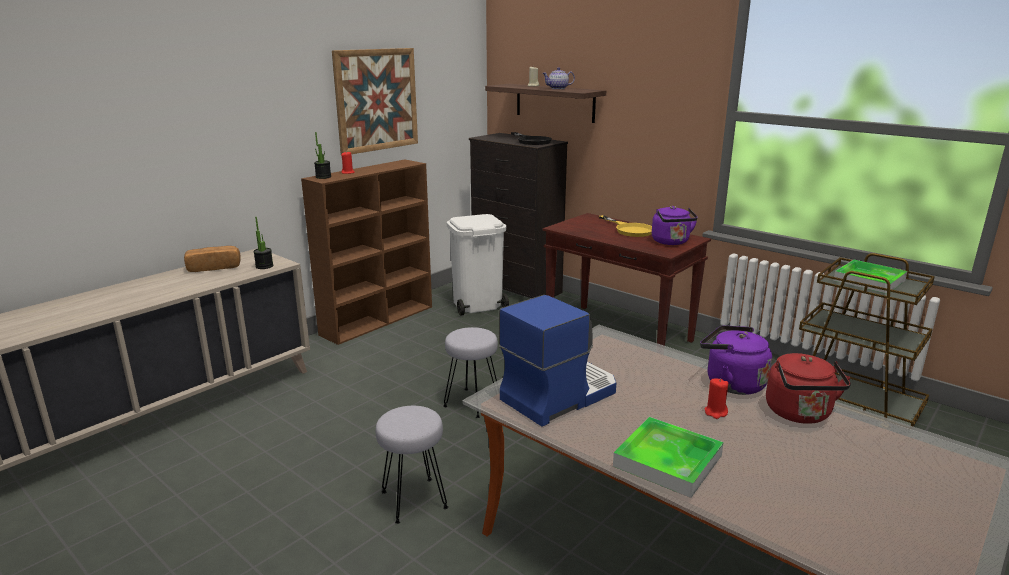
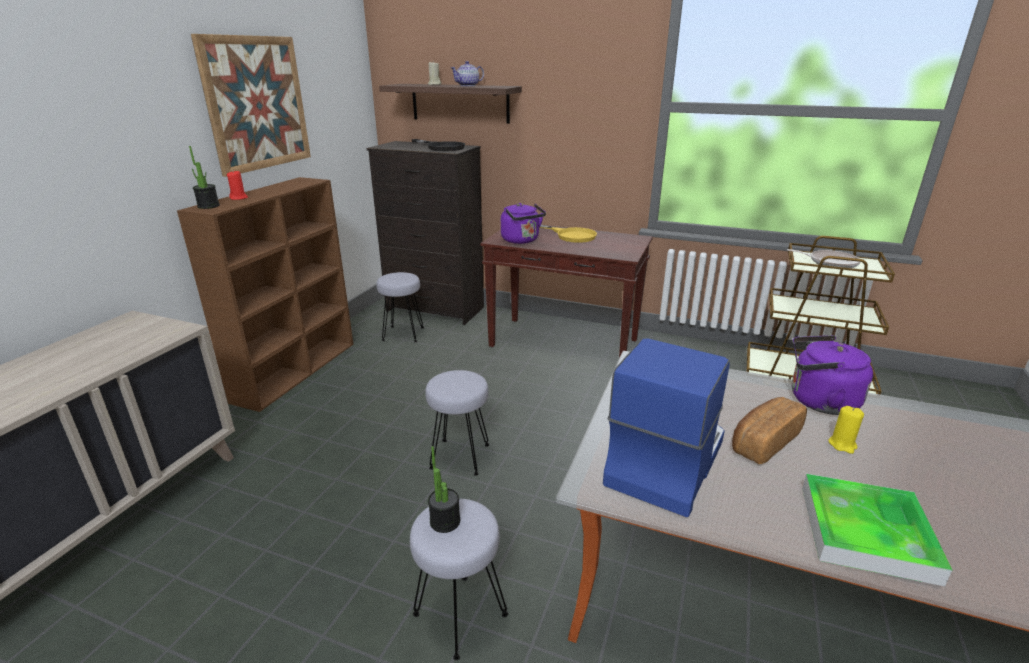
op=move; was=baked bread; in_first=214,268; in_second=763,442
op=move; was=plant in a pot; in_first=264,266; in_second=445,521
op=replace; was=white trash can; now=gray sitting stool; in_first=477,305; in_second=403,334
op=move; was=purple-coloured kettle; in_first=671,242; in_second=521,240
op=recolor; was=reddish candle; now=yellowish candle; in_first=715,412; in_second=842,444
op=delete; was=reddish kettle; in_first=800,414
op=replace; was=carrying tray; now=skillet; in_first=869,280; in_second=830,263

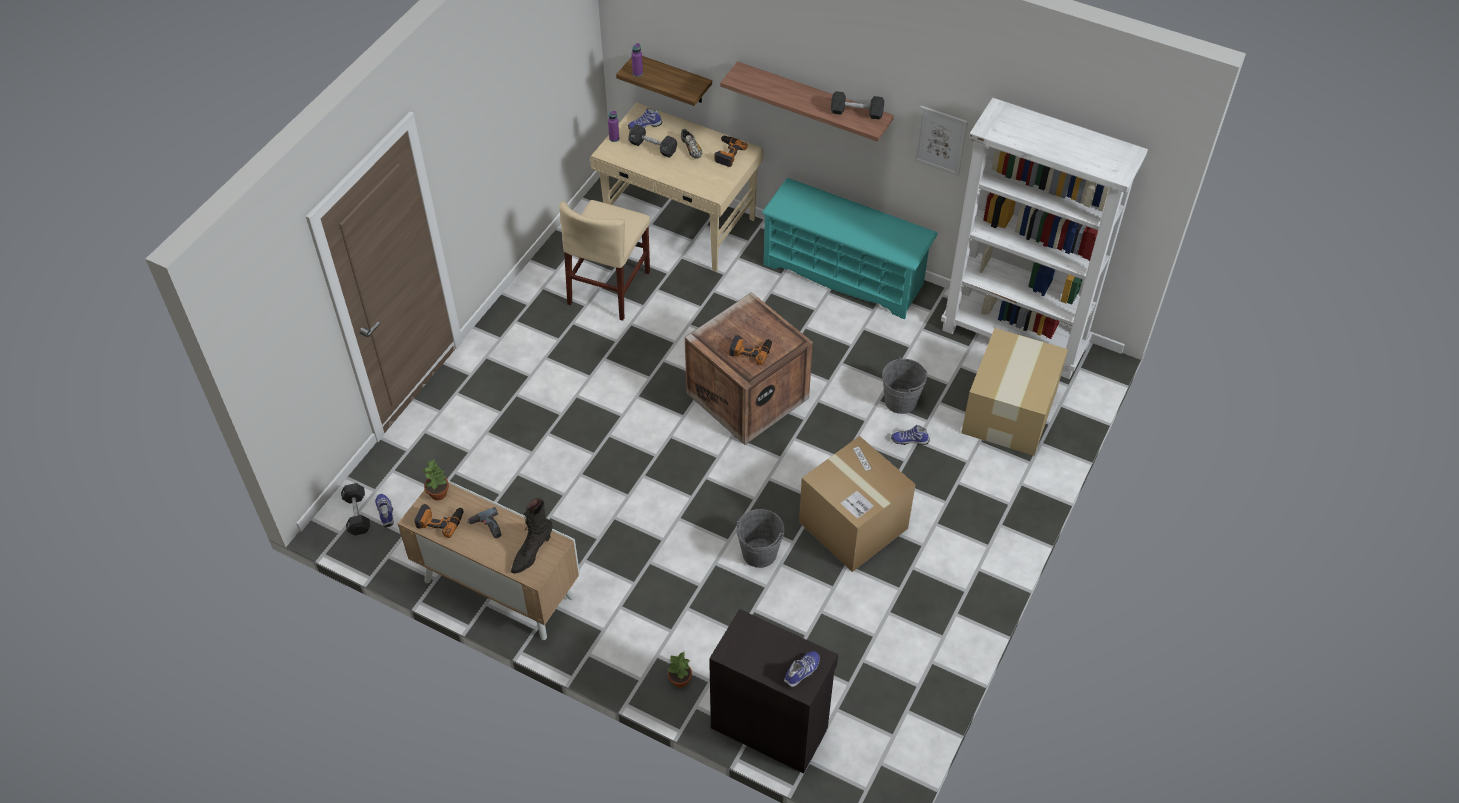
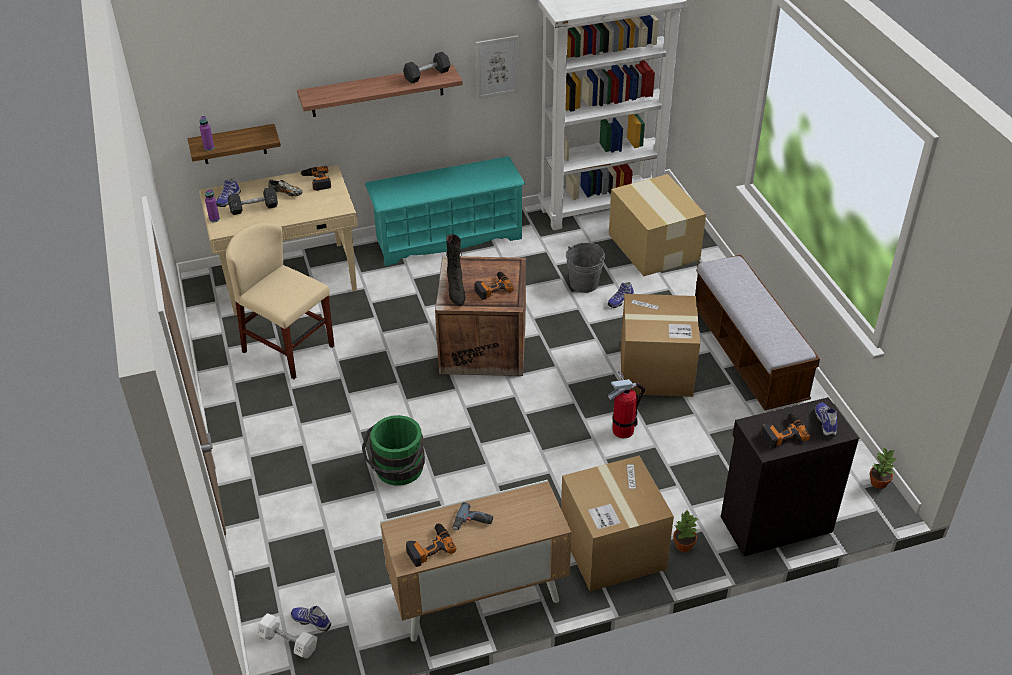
op=recolor; was=black free weight; now=white free weight; in_first=357,514; in_second=288,642
op=move; was=plant in a pot; in_first=439,493; in_second=879,482
op=move; was=black high-top boot; in_first=532,553; in_second=456,291
op=rotate; was=beige-coloured upright chair; in_first=609,288; in_second=288,349; clockwise=150
op=replace; was=gray pail; now=fire-fighting cylinder; in_first=759,553; in_second=623,430
op=insert; now=green-coloured pail; in_second=397,471
op=insert; now=packing box; in_second=612,548
op=insert; now=bench; in_second=747,354
op=insert; now=electric drill; in_second=782,433

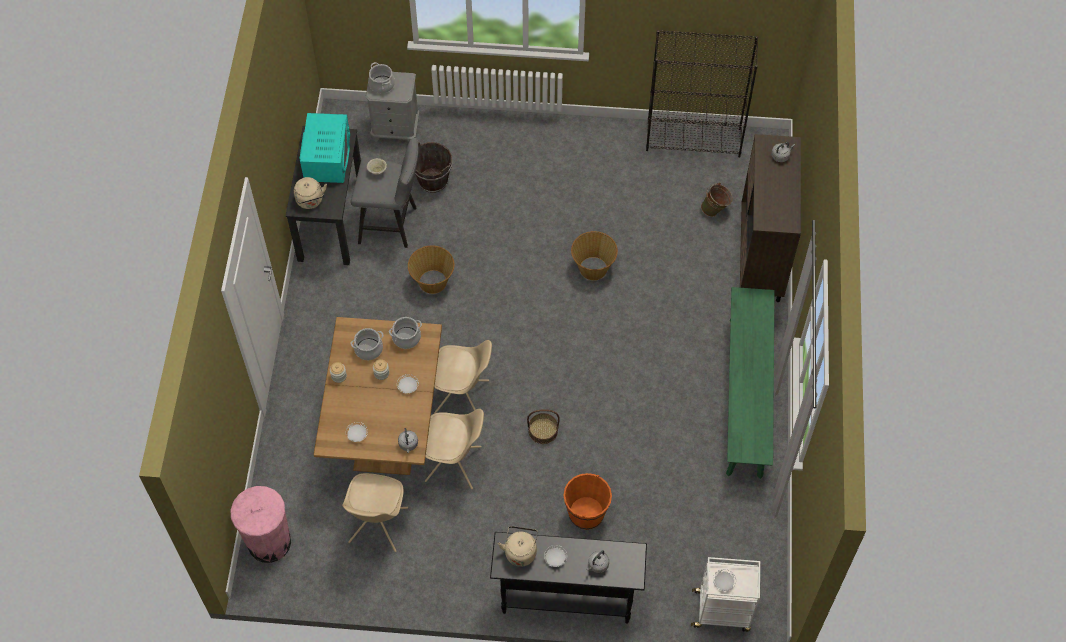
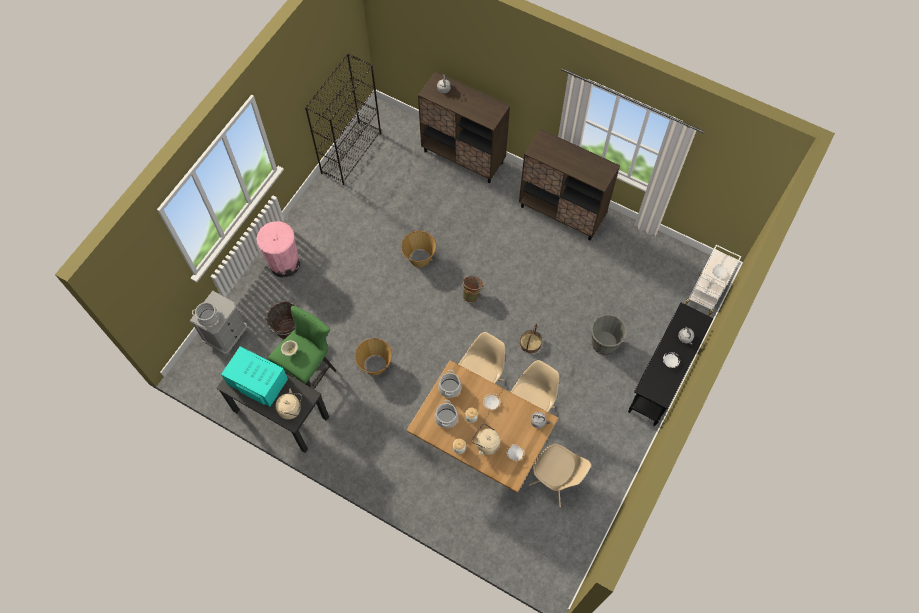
op=move; was=pinkish trash can; in_first=269,542; in_second=285,264
op=recolor; was=gray sitting stool; now=green-coloured sitting stool; in_first=392,225; in_second=311,372
op=move; was=beige-coloured kettle; in_first=520,551; in_second=486,443
op=recolor; was=orange-coloured pail; now=gray pail; in_first=586,513; in_second=604,343
op=move; was=green-coloured pail; in_first=715,210; in_second=472,294
op=replace; was=green-coloured bench; now=brownish cabinet; in_first=745,396; in_second=562,213

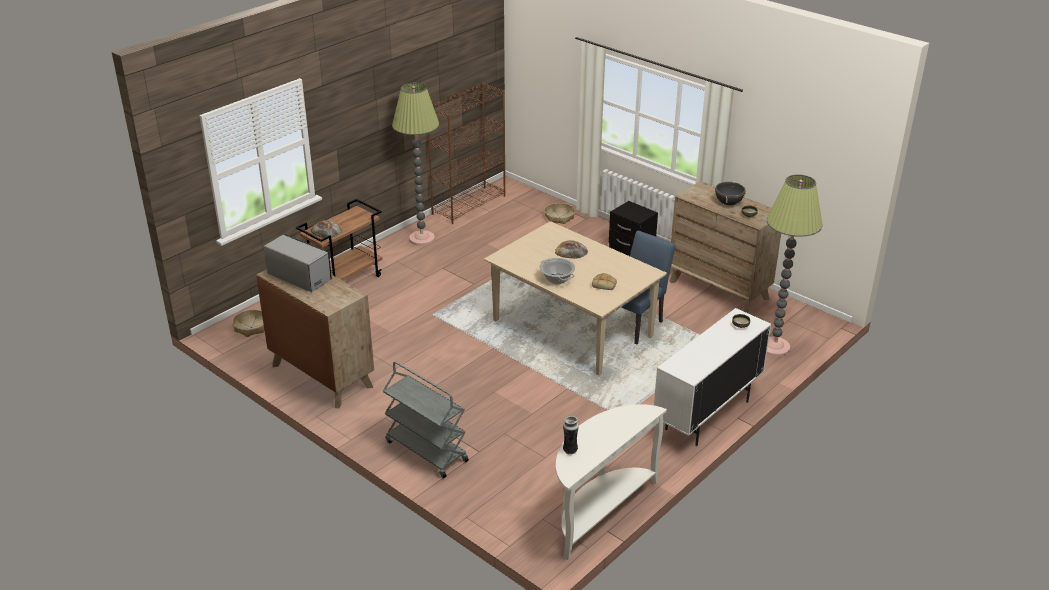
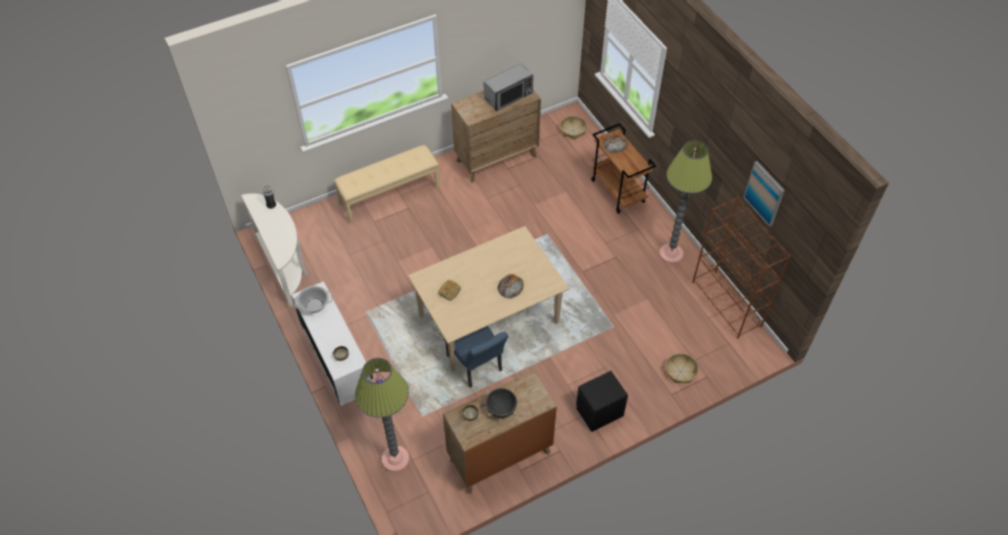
op=replace; was=gray wheeled cart; now=beige-coloured bench; in_first=425,451; in_second=389,195
op=move; was=stockpot; in_first=556,279; in_second=315,305
op=insert; now=wall art; in_second=764,193

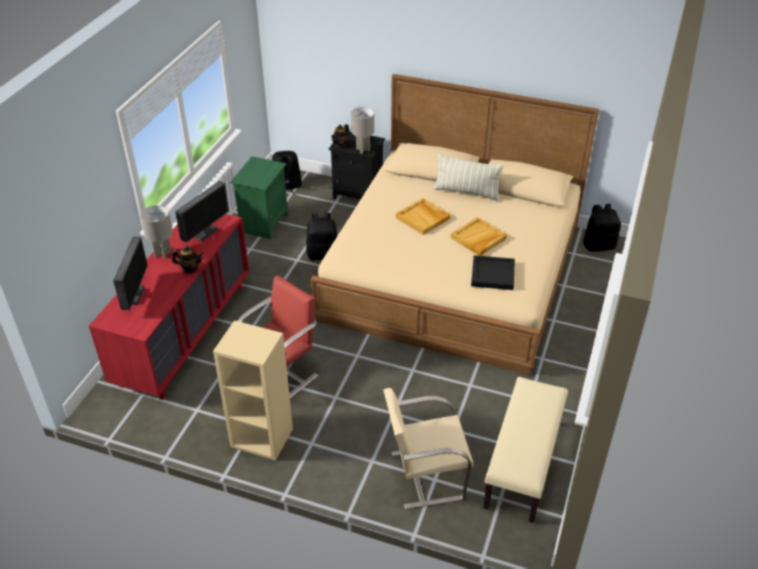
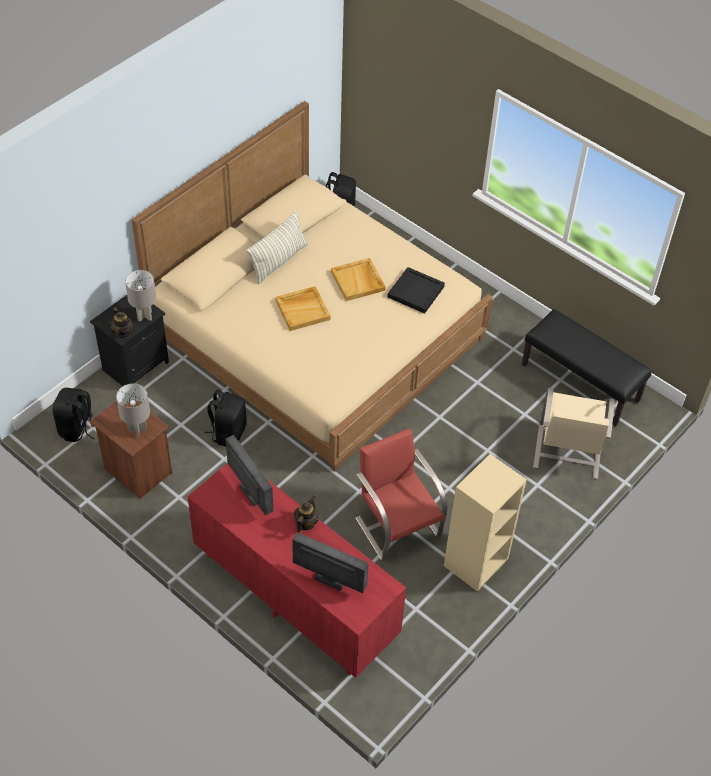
op=move; was=gray lamp for a table; in_first=163,254; in_second=138,430
op=recolor; was=green-coloured nightstand; now=brownish nightstand; in_first=263,223; in_second=137,471
op=recolor; was=beige-coloured bench; now=black bench; in_first=523,465; in_second=581,382

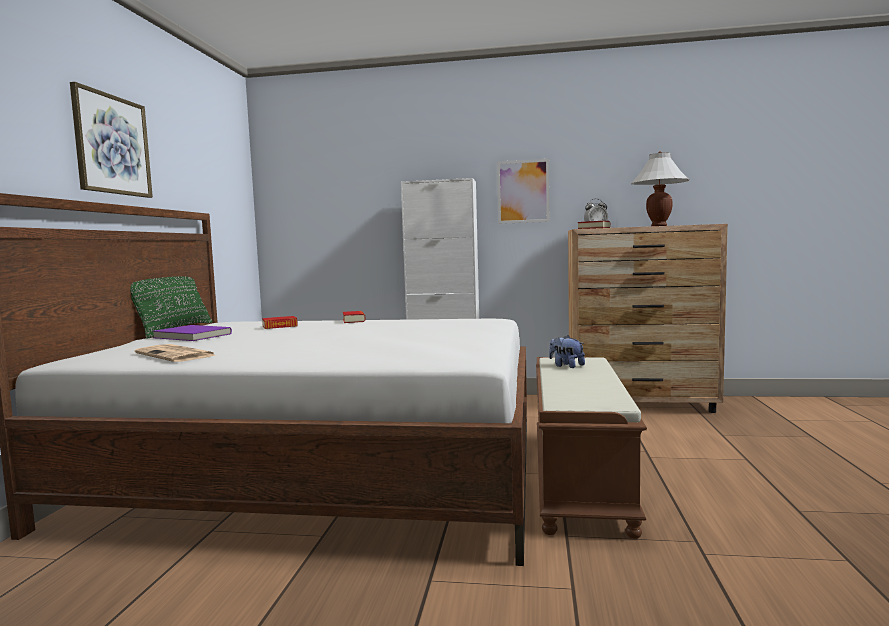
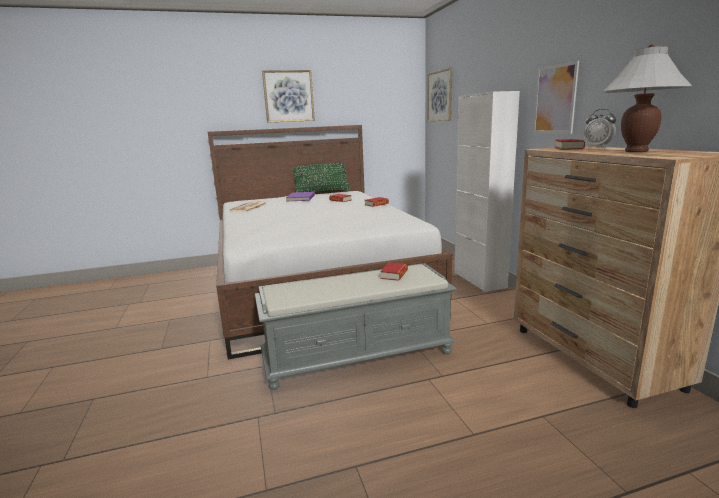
op=recolor; was=brownish bench; now=gray bench; in_first=577,477; in_second=358,355
op=replace; was=cuddly toy; now=book; in_first=566,366; in_second=394,274
op=insert; now=wall art; in_second=440,96

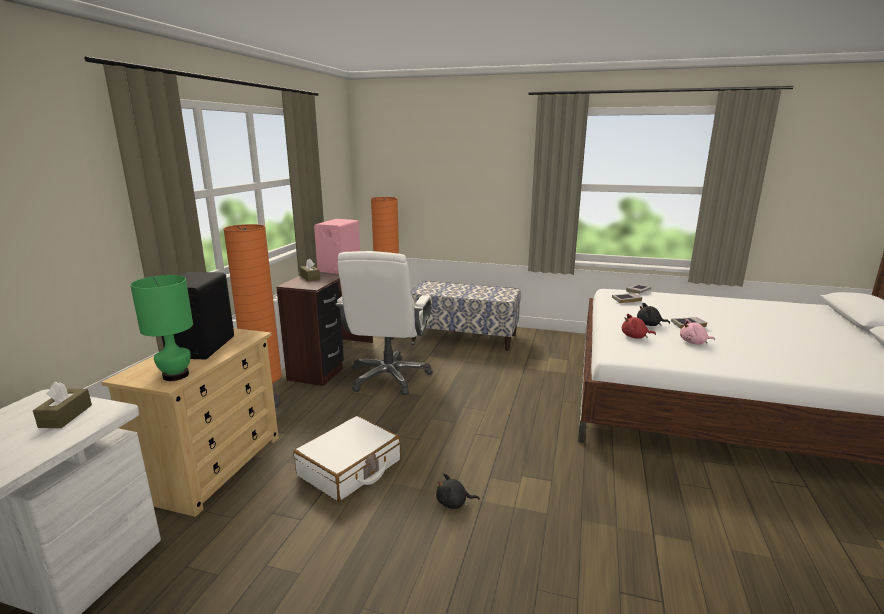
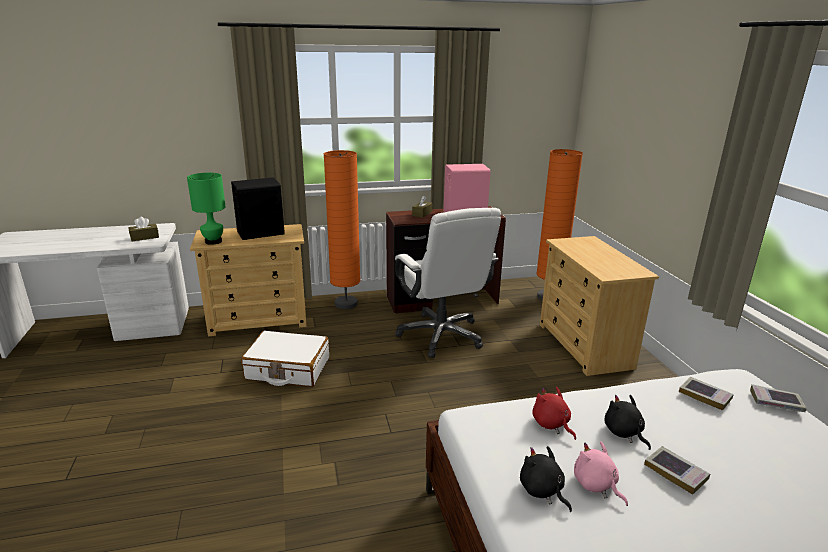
op=rotate; was=white computer chair; in_first=389,377; in_second=441,335; clockwise=-90
op=replace; was=bench; now=beige-coloured dresser; in_first=464,337; in_second=584,346
op=move; was=black cuddly toy; in_first=454,503; in_second=542,491

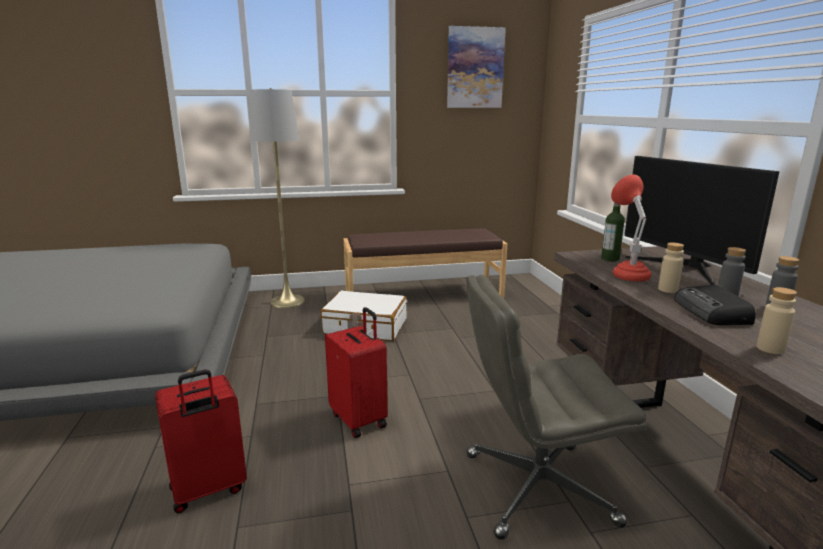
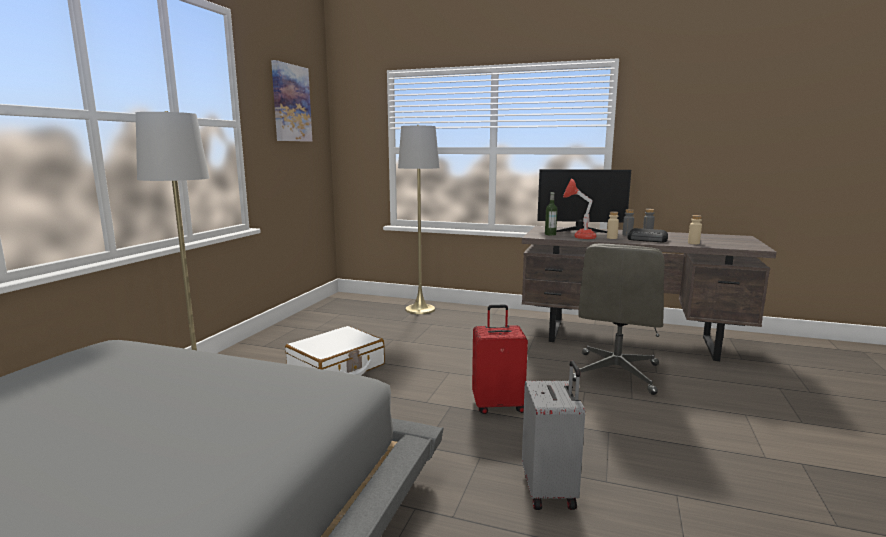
op=recolor; was=reddish travel case; now=gray travel case; in_first=208,490; in_second=550,490
op=delete; was=brownish bench; in_first=423,294
op=insert; now=gray standing lamp; in_second=420,309

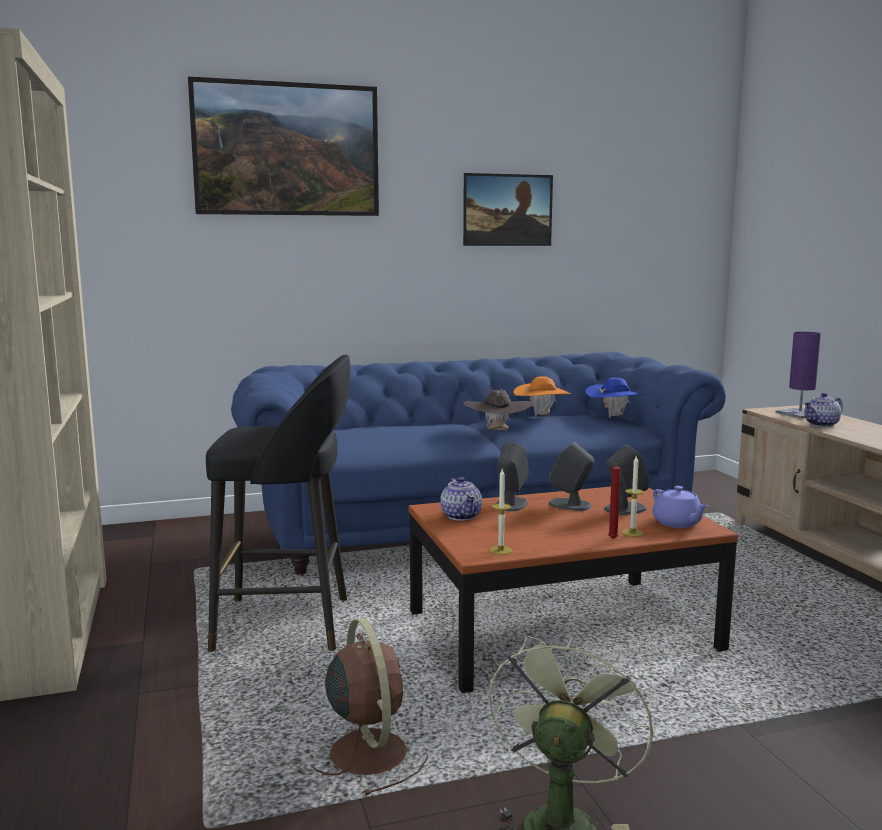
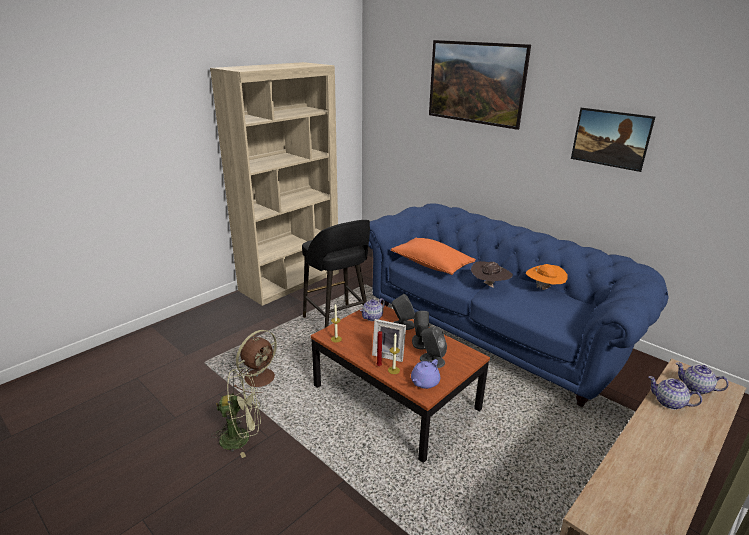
op=delete; was=blue-coloured hat; in_first=614,416
op=replace; was=purple-coloured lamp for a table; now=pot for tea; in_first=800,414; in_second=696,388
op=insert; now=photo frame; in_second=389,355
op=insert; now=orange-coloured pillow; in_second=431,265

